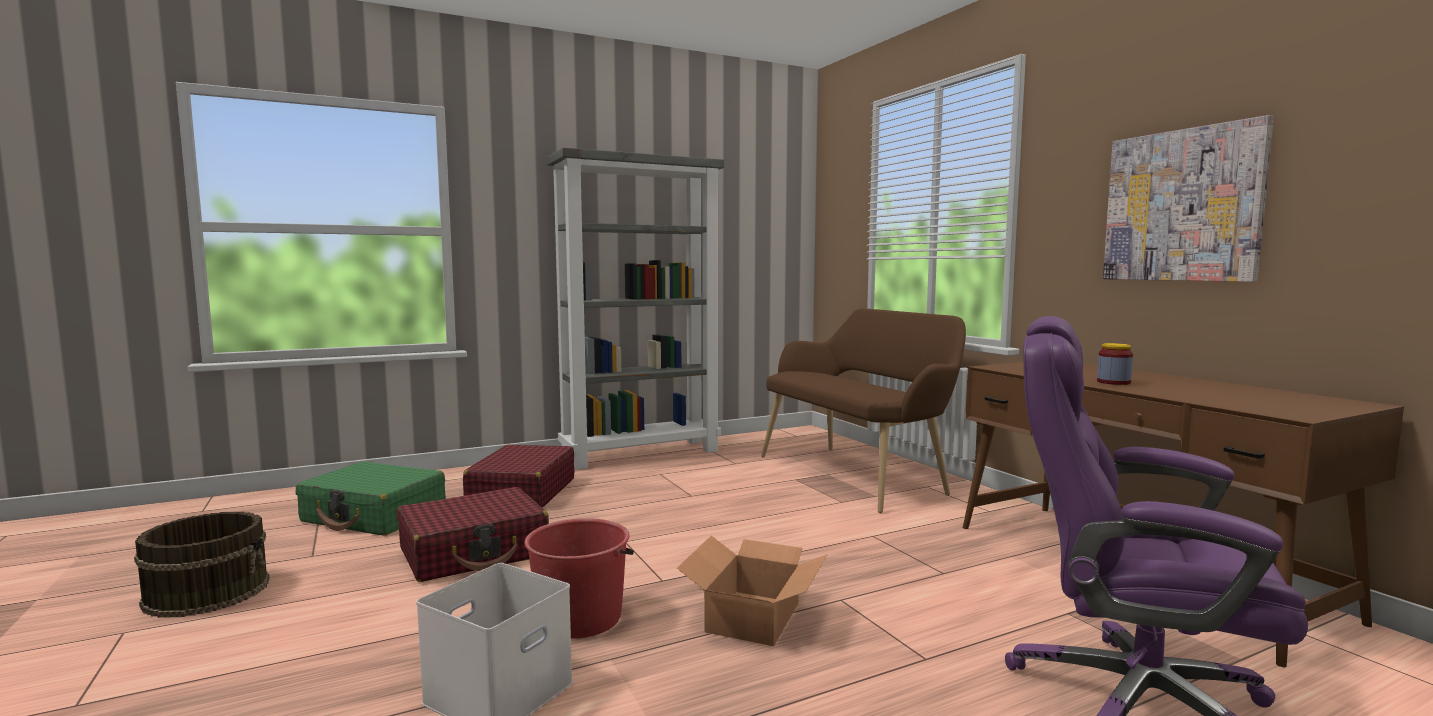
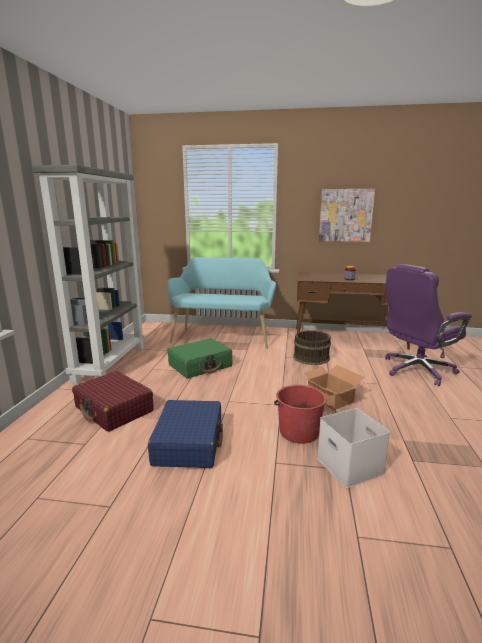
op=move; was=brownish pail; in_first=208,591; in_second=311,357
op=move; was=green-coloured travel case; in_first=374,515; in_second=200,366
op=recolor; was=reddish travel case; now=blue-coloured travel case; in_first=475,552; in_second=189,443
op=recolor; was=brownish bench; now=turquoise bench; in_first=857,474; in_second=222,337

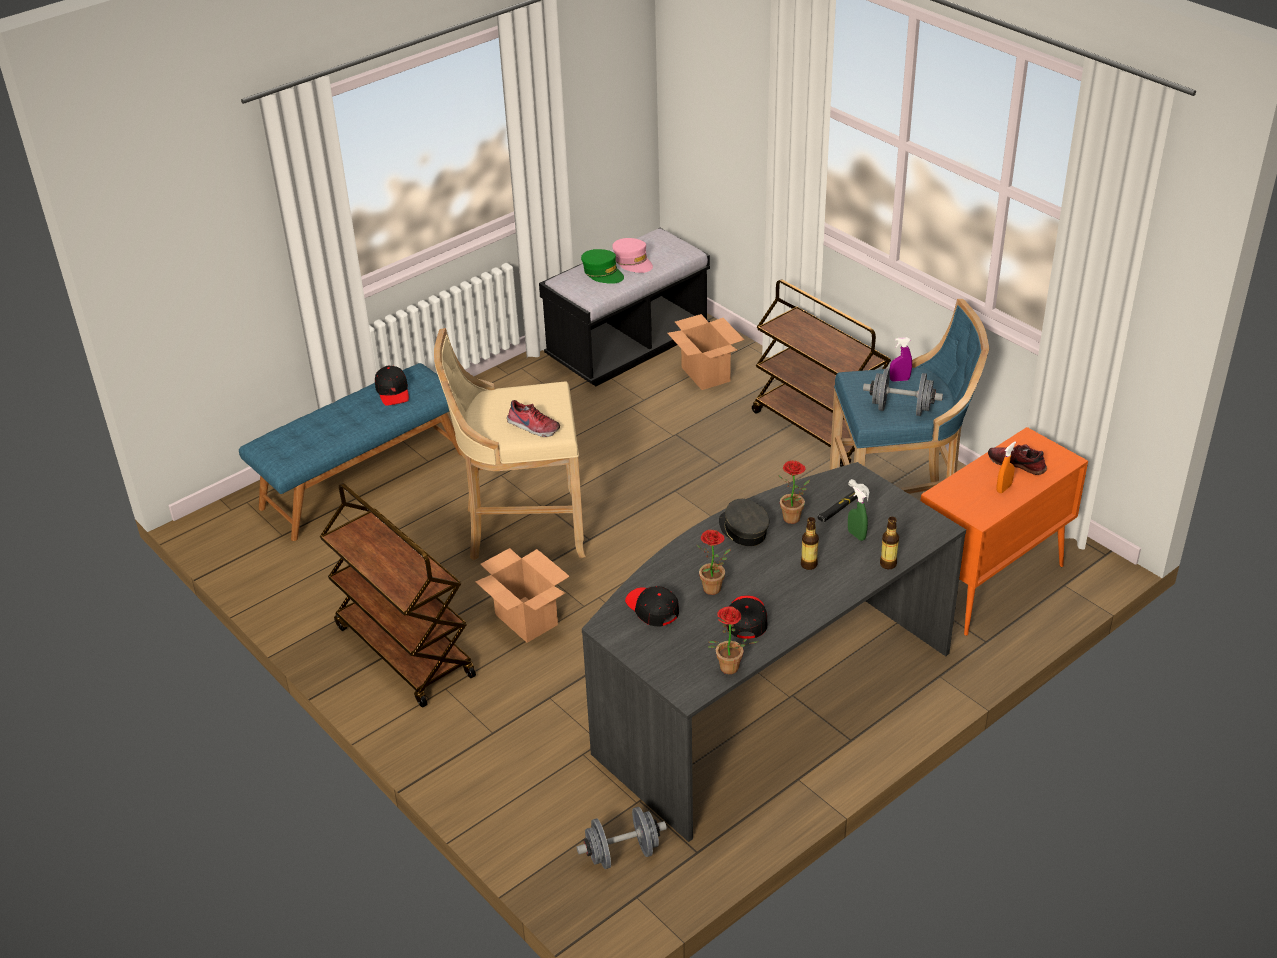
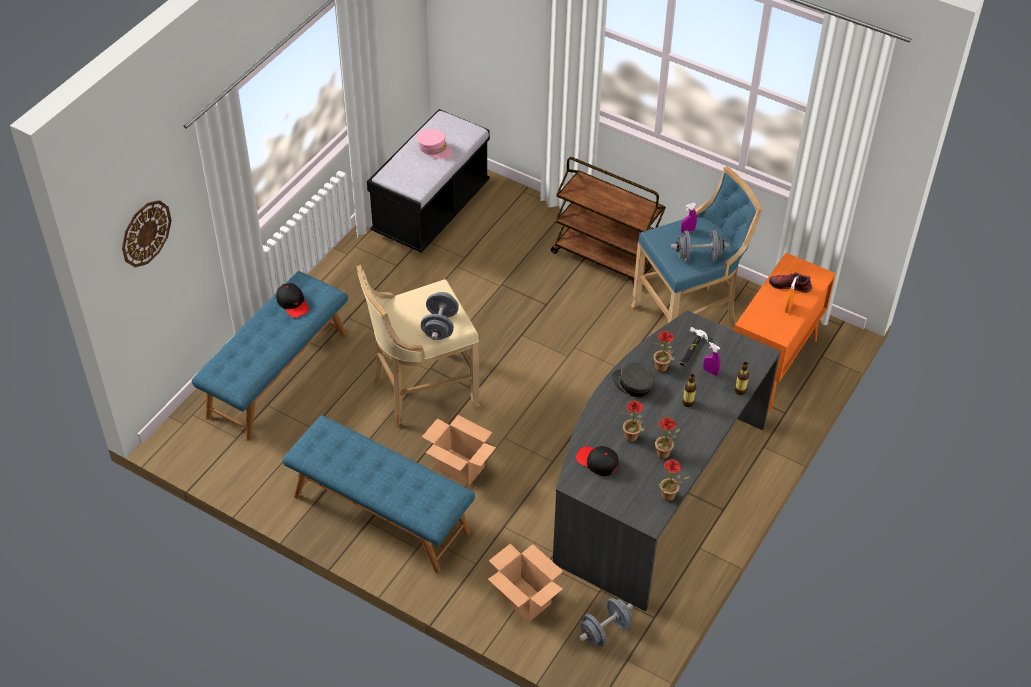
op=replace; was=brownish wheeled cart; now=blue-coloured bench; in_first=403,651; in_second=380,514
op=replace; was=shoe; now=gray free weight; in_first=532,427; in_second=440,326
op=delete; was=green-coloured baseball cap; in_first=602,273
op=move; was=packing box; in_first=705,374; in_second=524,599
op=replace; was=black baseball cap; now=plant in a pot; in_first=746,619; in_second=664,456
op=recolor; was=green-coloured hand sprayer; now=purple-coloured hand sprayer; in_first=856,535; in_second=710,372
op=insert; now=clock on the wall; in_second=145,233

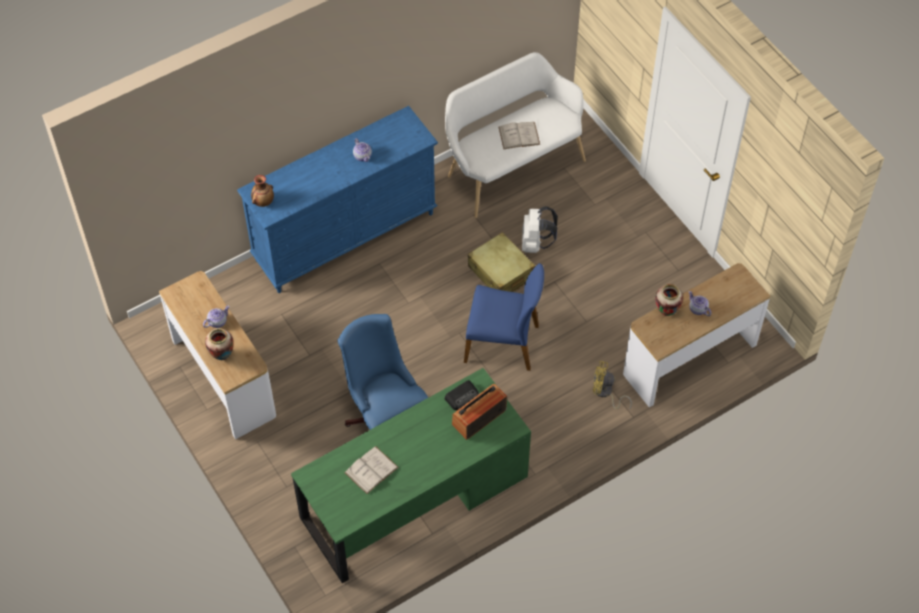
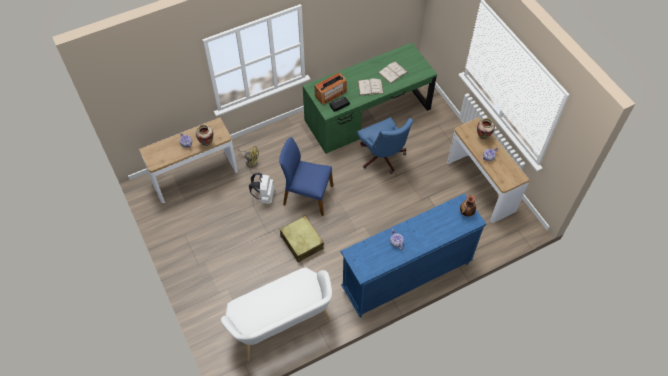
op=move; was=white book; in_first=519,135; in_second=370,87
op=move; was=white backpack; in_first=536,243; in_second=264,196

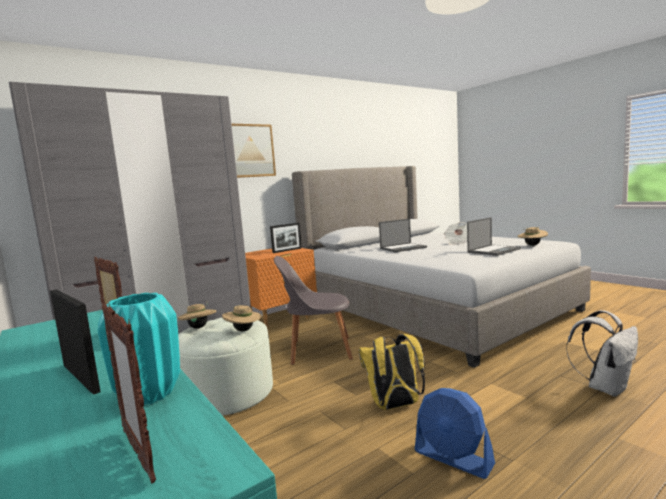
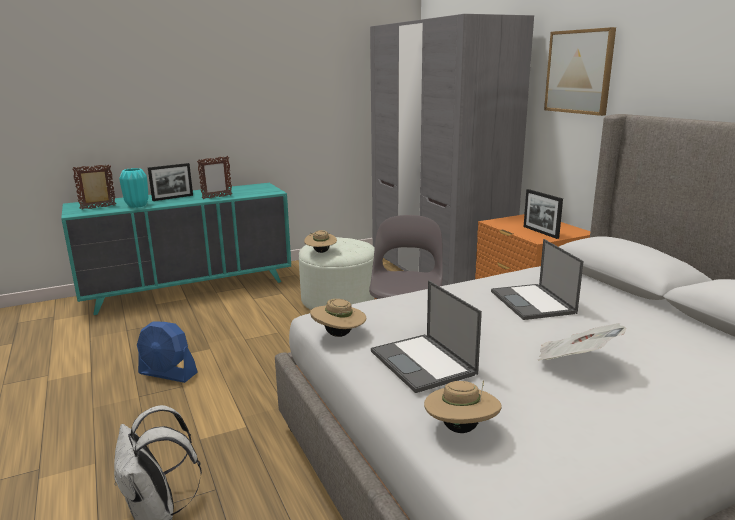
op=move; was=beige-coloured hat; in_first=199,327; in_second=339,335
op=delete; was=yellowish backpack; in_first=395,406
op=rotate; was=blue-coloured cooling fan; in_first=453,458; in_second=168,373; clockwise=-120

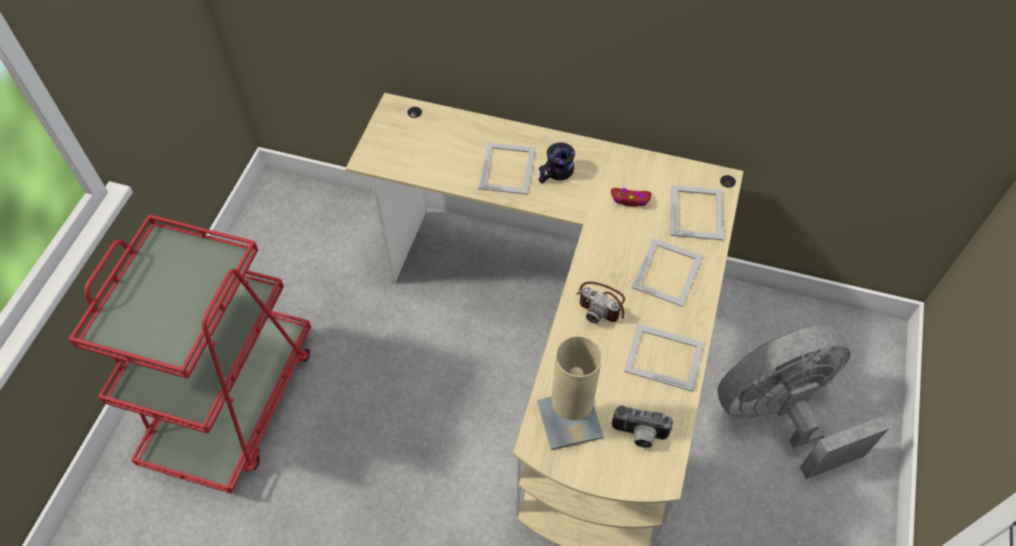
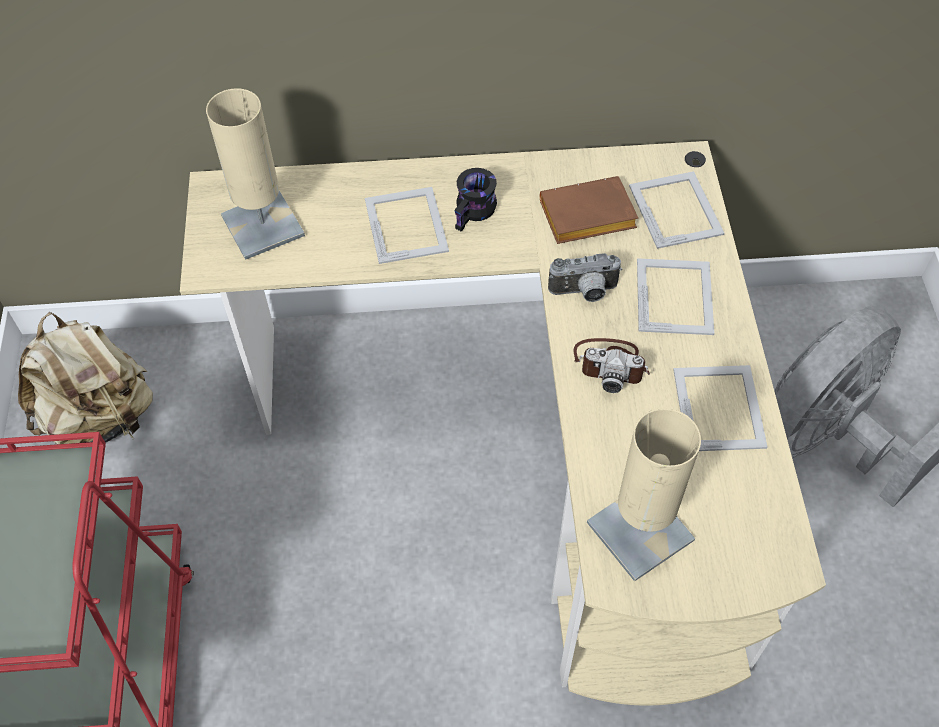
op=replace; was=reddish gamepad; now=brownish book; in_first=630,200; in_second=585,218
op=move; was=photo camera; in_first=639,435; in_second=584,293
op=rotate; was=photo frame; in_first=663,356; in_second=719,406; clockwise=90
op=insert; now=beige-coloured backpack; in_second=100,417
op=insert; now=beige-coloured lamp for a table; in_second=263,226

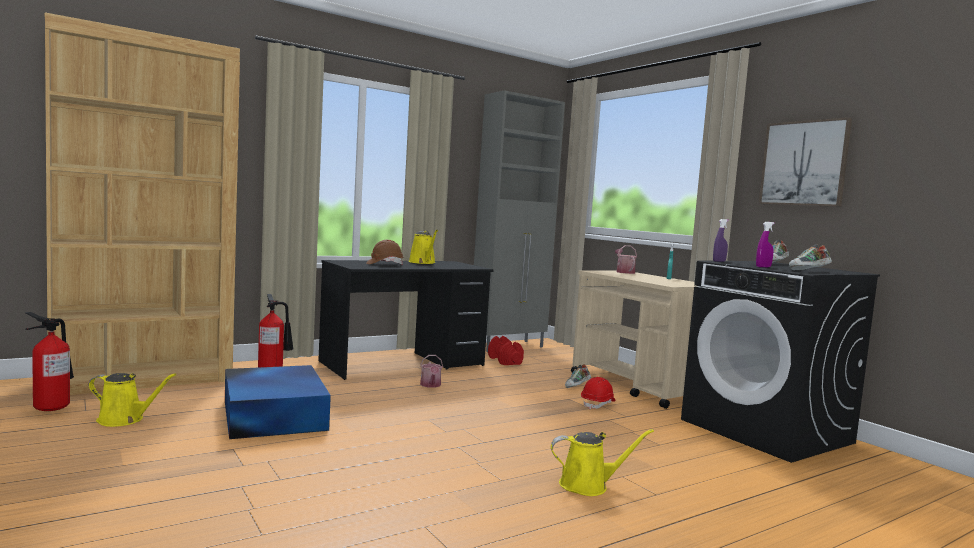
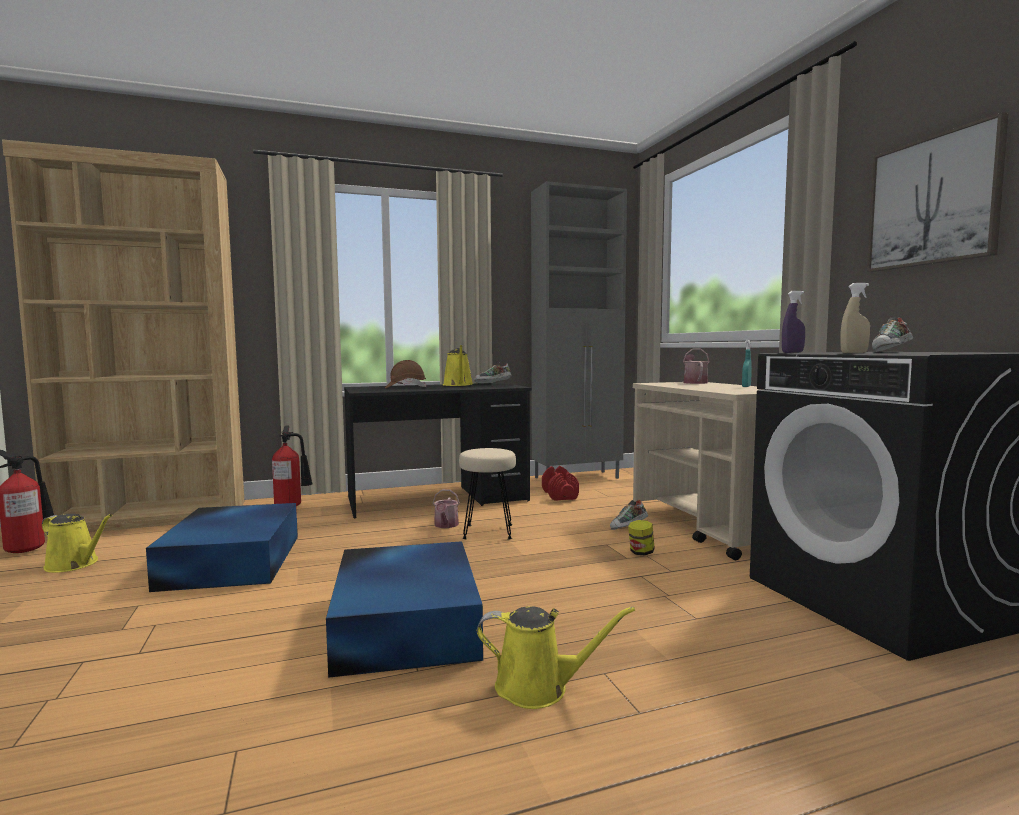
op=replace; was=reddish work helmet; now=storage jar; in_first=598,404; in_second=641,552
op=recolor; was=purple-coloured hand sprayer; now=beige-coloured hand sprayer; in_first=763,267; in_second=854,353
op=move; was=shoe; in_first=809,271; in_second=492,383
op=insert; now=blue-coloured storage box; in_second=407,622
op=insert; now=beige-coloured sitting stool; in_second=488,532

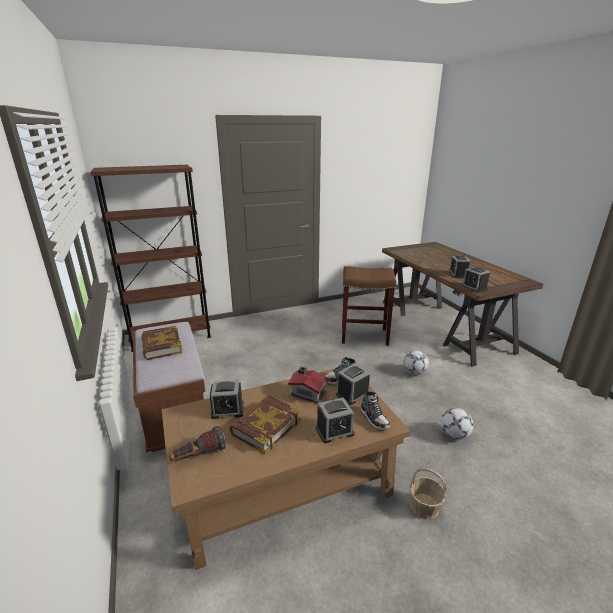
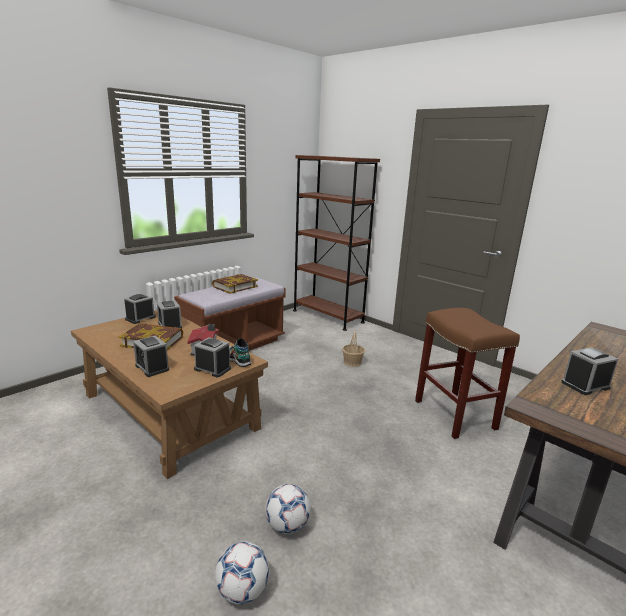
op=delete; was=flashlight; in_first=199,456
op=delete; was=shoe; in_first=374,419
op=move; was=football; in_first=414,372; in_second=242,590
op=move; was=household basket; in_first=424,506; in_second=352,362
op=move; was=alarm clock; in_first=474,287; in_second=140,318

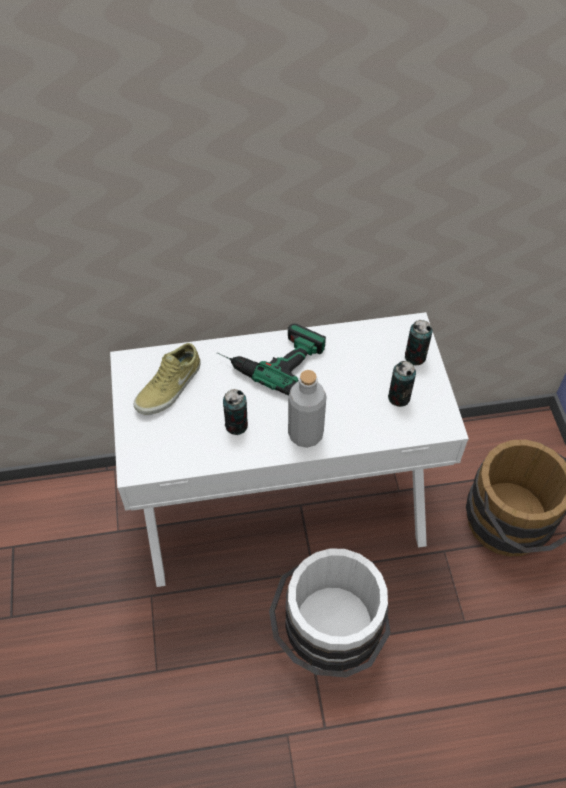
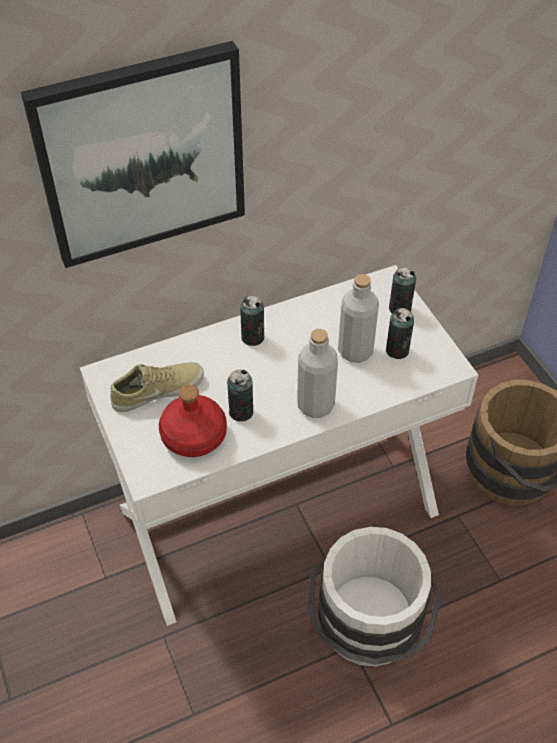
op=rotate; was=beige-coloured shoe; in_first=170,387; in_second=157,389; clockwise=-135
op=replace; was=electric drill; now=metal can; in_first=270,356; in_second=252,337
op=insert; now=wall art; in_second=142,155
op=insert; now=reddish drink bottle; in_second=193,436
op=insert; now=gray drink bottle; in_second=355,351

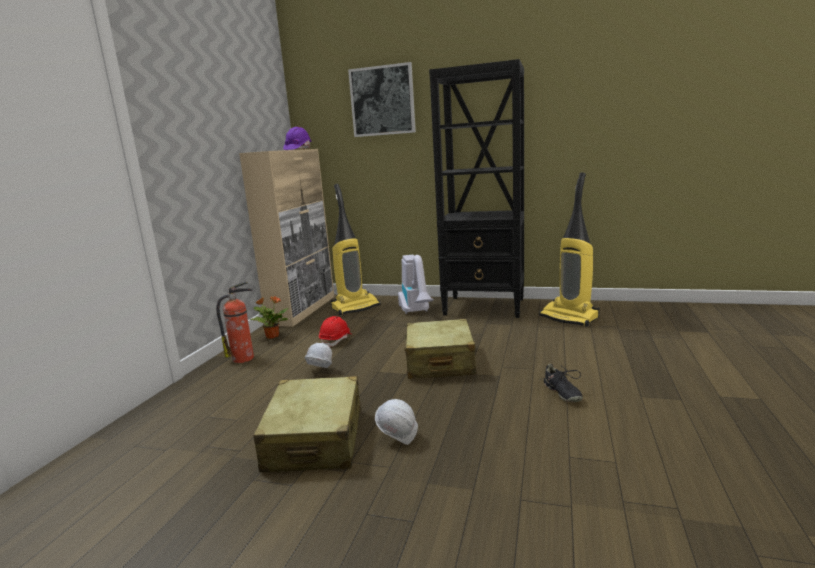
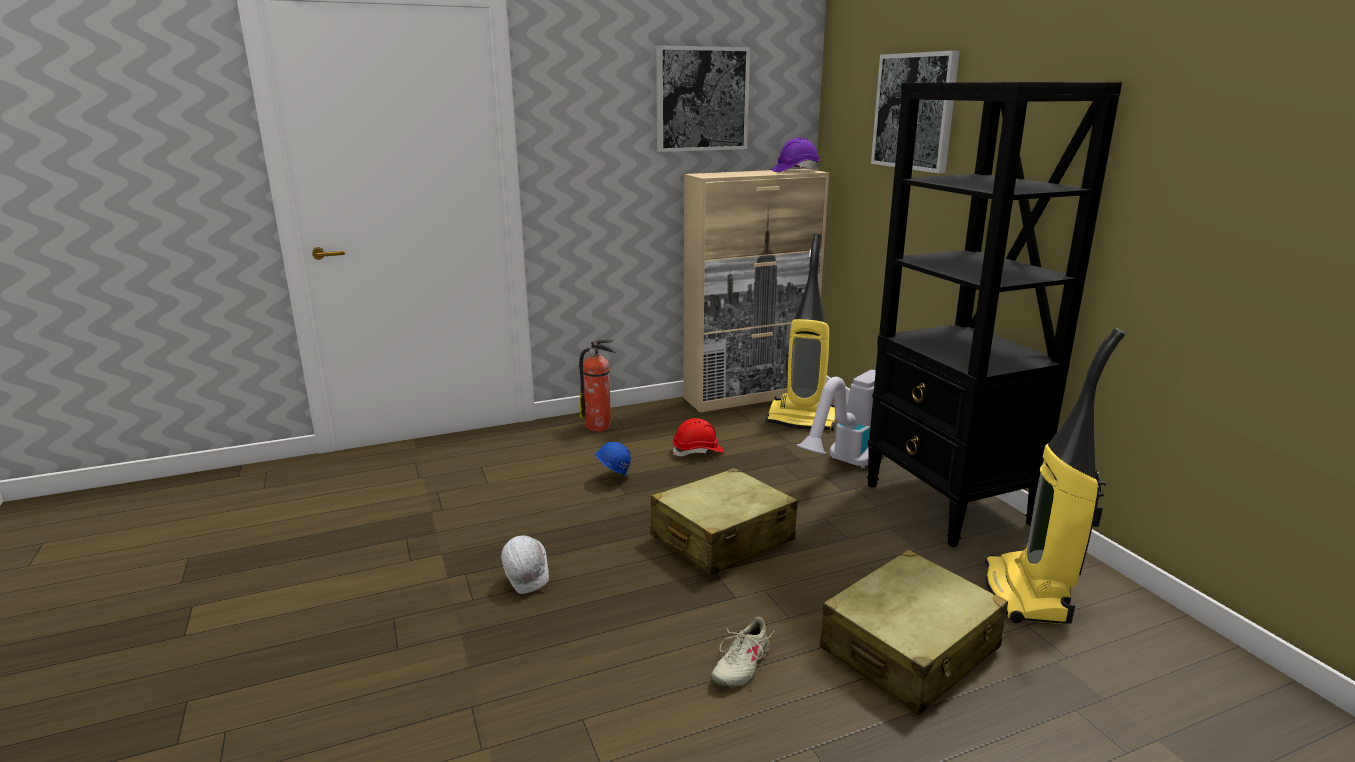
op=delete; was=plant in a pot; in_first=272,336
op=move; was=beige-coloured travel case; in_first=315,439; in_second=910,649
op=recolor; was=white work helmet; now=blue-coloured work helmet; in_first=319,373; in_second=612,478
op=recolor; was=black shoe; now=beige-coloured shoe; in_first=561,393; in_second=741,665
op=insert; now=wall art; in_second=701,99

